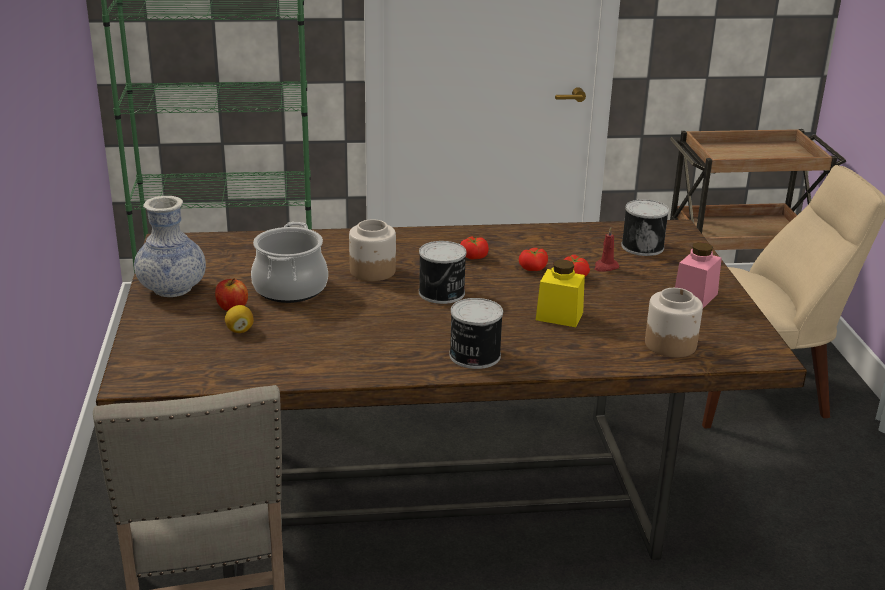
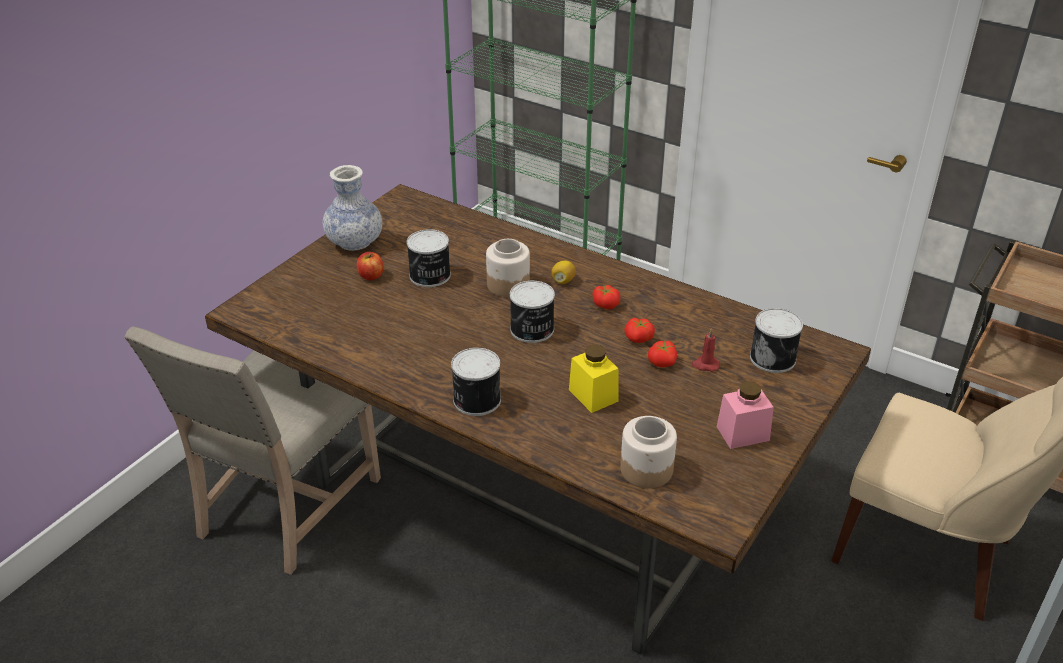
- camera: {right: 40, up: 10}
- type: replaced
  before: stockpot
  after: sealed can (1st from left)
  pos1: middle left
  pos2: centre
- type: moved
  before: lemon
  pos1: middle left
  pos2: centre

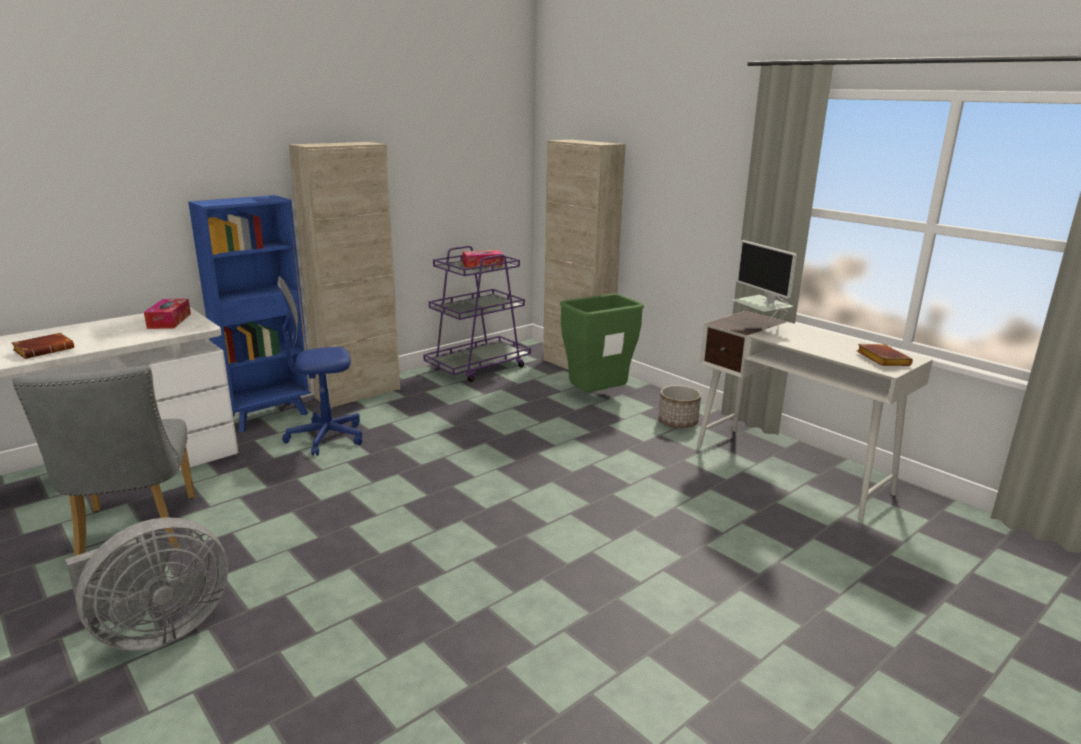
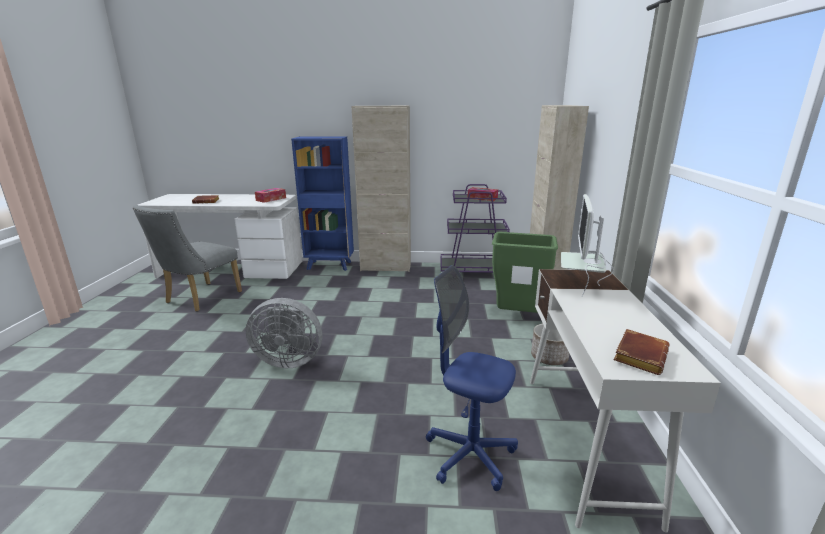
- camera: {right: 45, up: 0}
- type: moved
  before: desk chair/blue
  pos1: middle left
  pos2: bottom centre
- type: moved
  before: cooling fan/grey
  pos1: bottom left
  pos2: centre

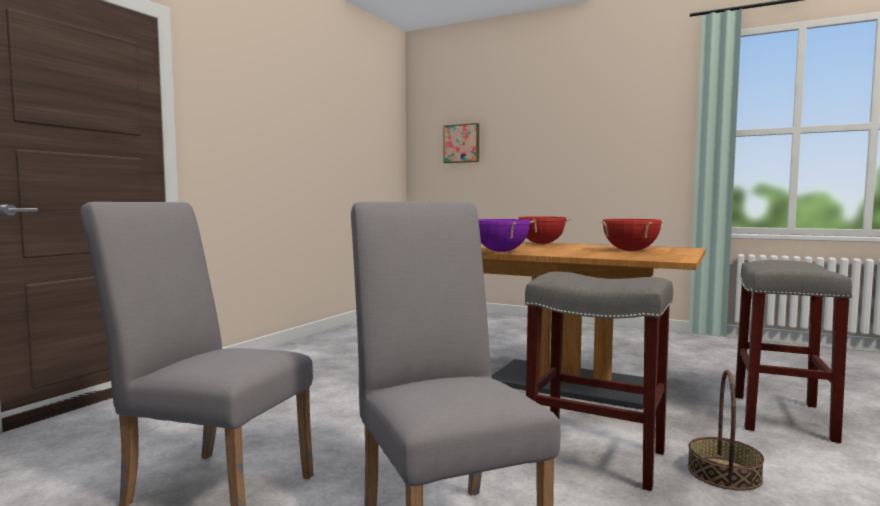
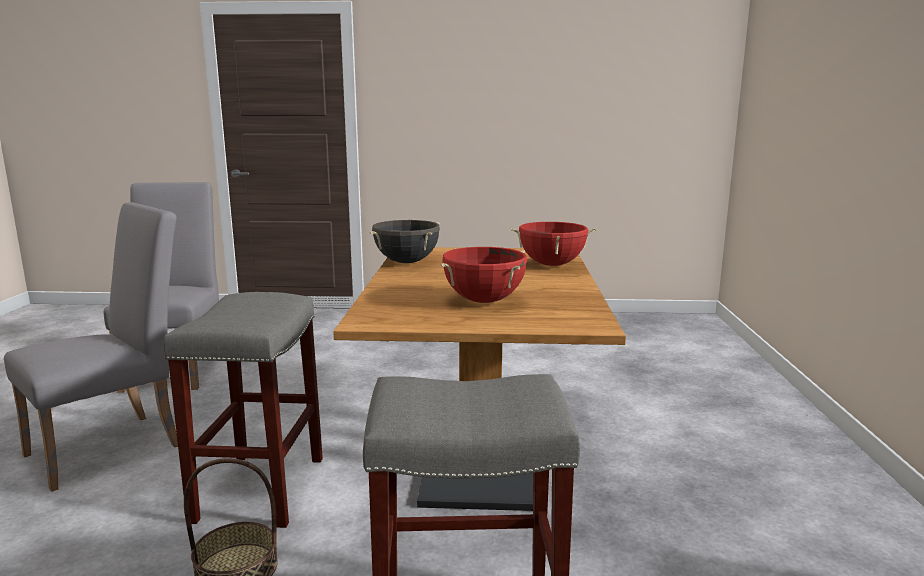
- camera: {right: 65, up: 10}
- type: removed
  before: wall art
  pos1: top centre
- type: recoloured
  before: stockpot/purple-coloured
  after: stockpot/black-coloured
  pos1: centre
  pos2: centre

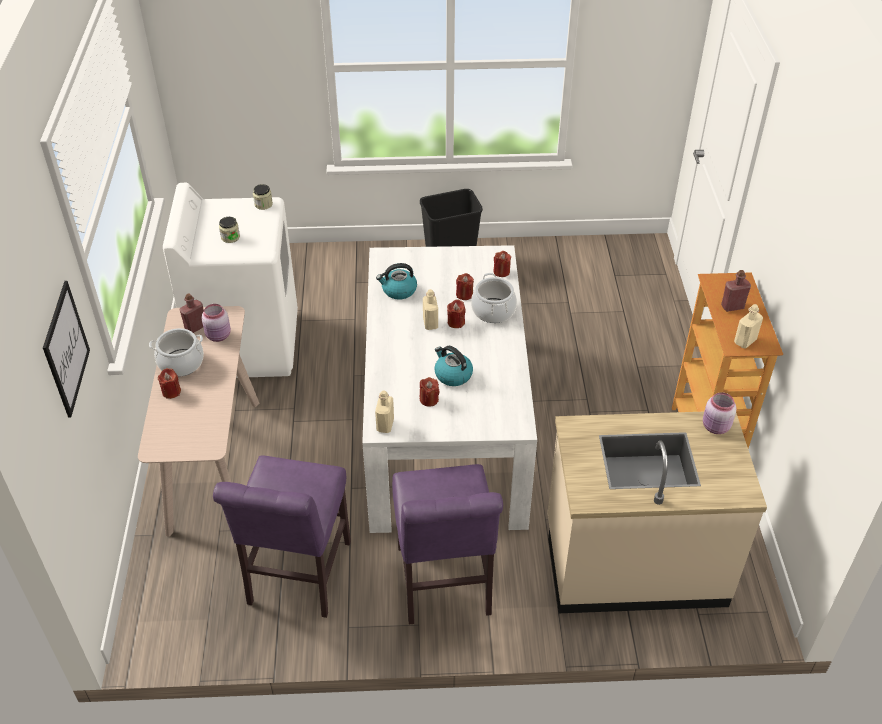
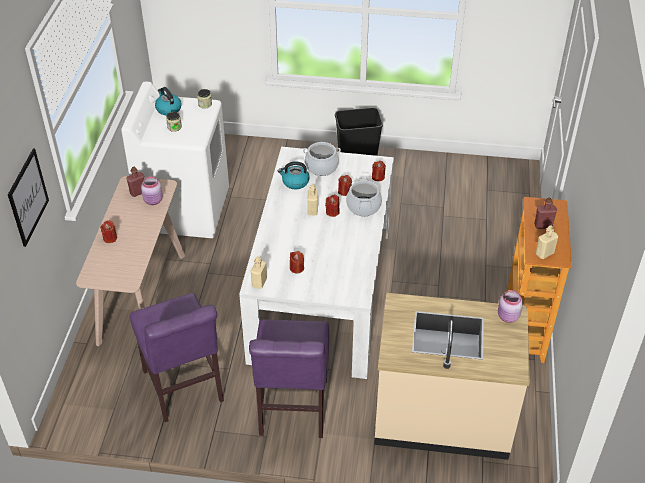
- camera: {right: 10, up: 0}
- type: moved
  before: stockpot (1st from left)
  pos1: middle left
  pos2: top centre
- type: moved
  before: water kettle (2nd from left in the first image)
  after: water kettle (1st from left)
  pos1: centre
  pos2: top left
- type: turned
  before: upright chair/purple-coloured (1st from left)
  pos1: bottom left
  pos2: bottom left
  turn: -45

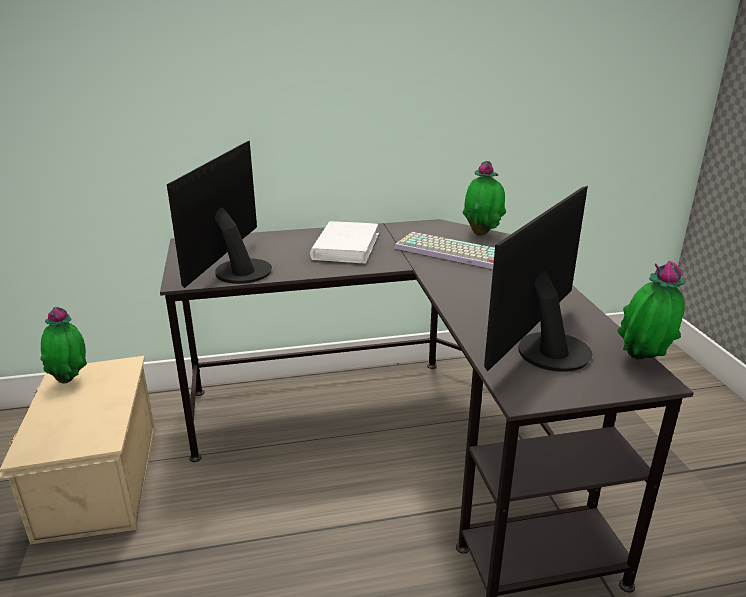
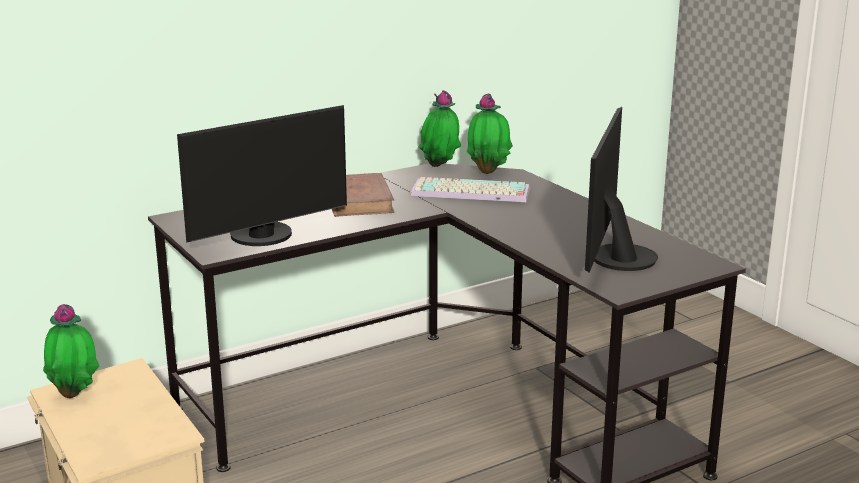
- camera: {right: -20, up: -5}
- type: turned
  before: computer screen (1st from left)
  pos1: middle left
  pos2: middle left
  turn: -120
- type: recoloured
  before: volume/whitish
  after: volume/brown
  pos1: centre
  pos2: centre
- type: moved
  before: houseplant (3rd from left in the first image)
  after: houseplant (2nd from left)
  pos1: middle right
  pos2: top centre

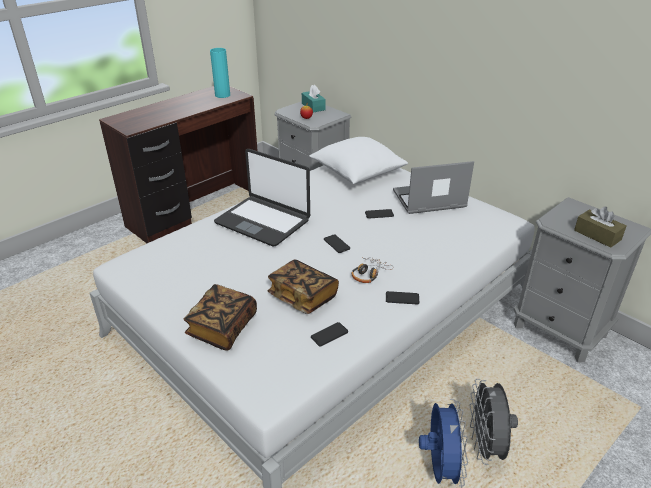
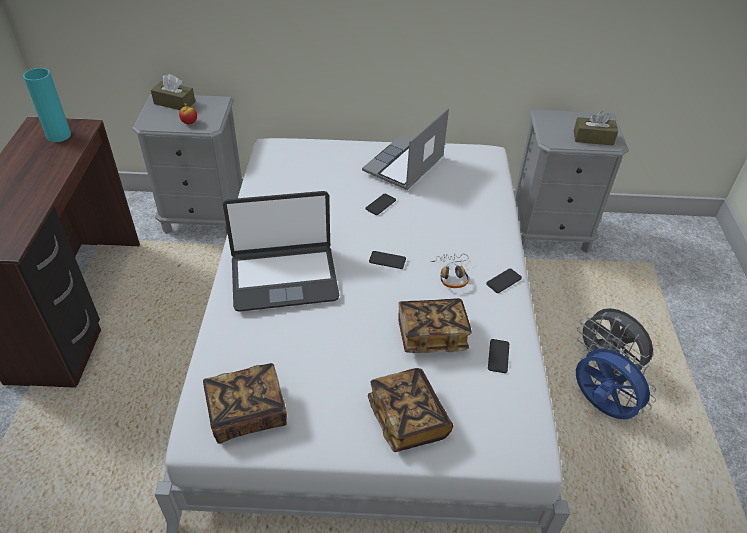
- camera: {right: -45, up: 10}
- type: recoloured
  before: tissue holder/turquoise
  after: tissue holder/brown (1st from left)
  pos1: top centre
  pos2: top left
- type: removed
  before: cushion/whitish
  pos1: top centre
- type: added
  after: volume (1st from left)
  pos2: bottom left

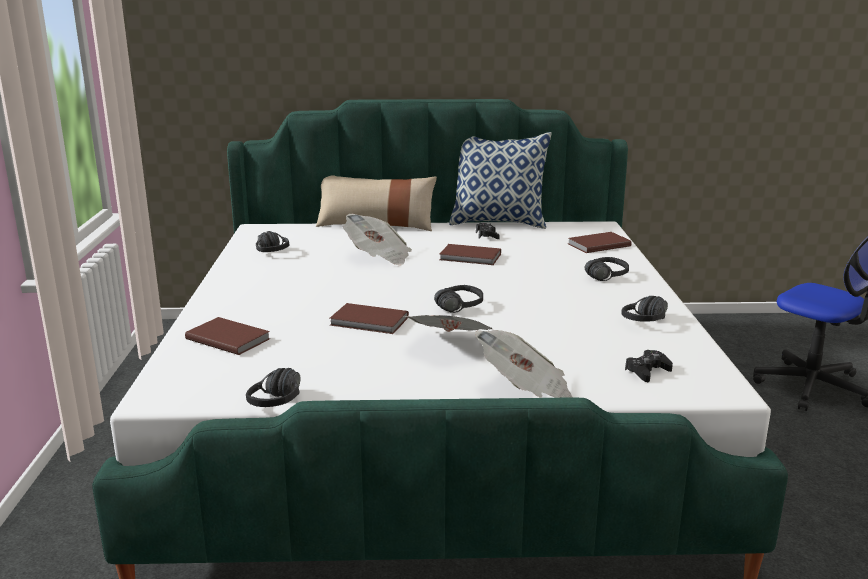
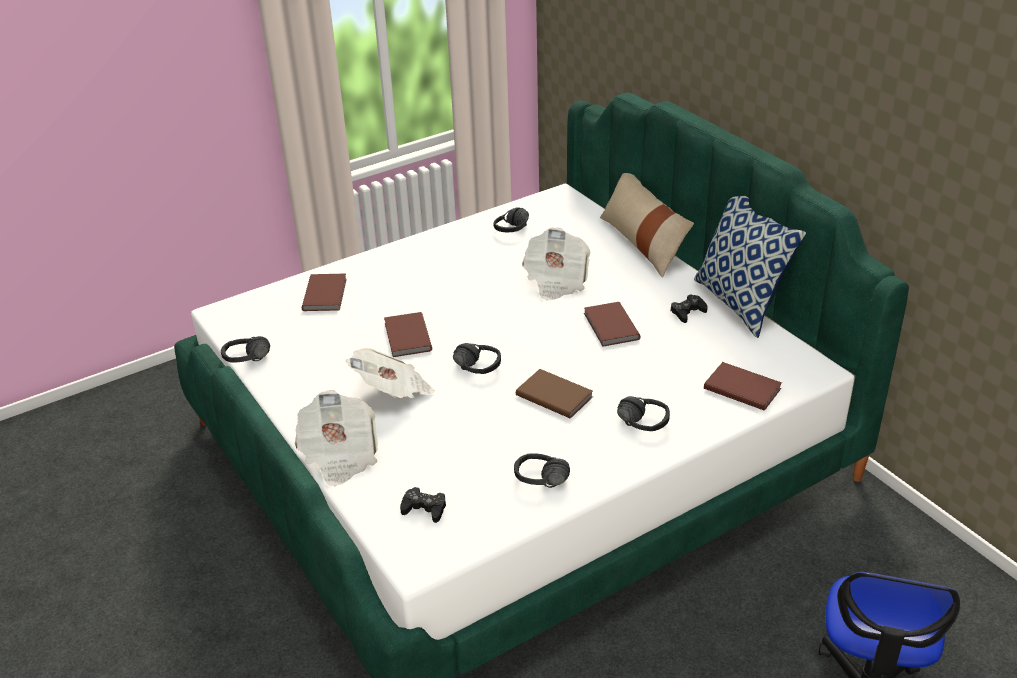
- camera: {right: 60, up: 15}
- type: added
  after: volume/brown (3rd from left)
  pos2: centre

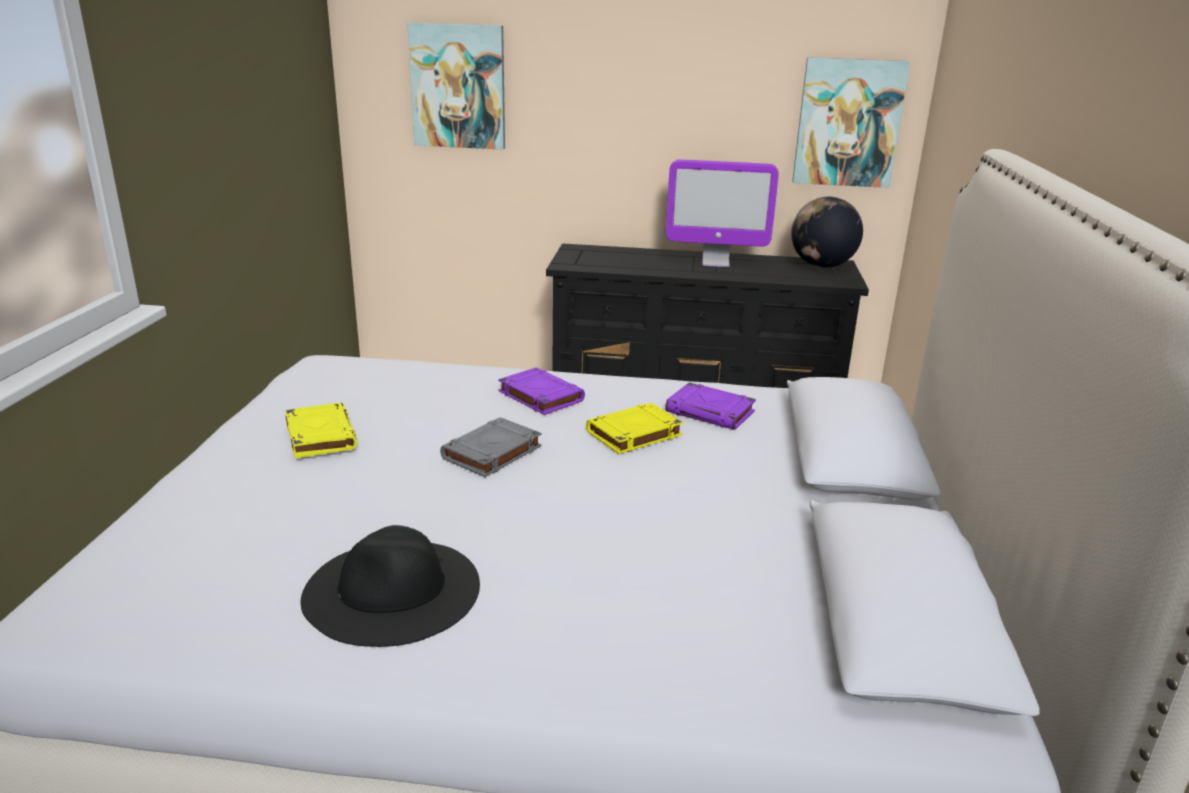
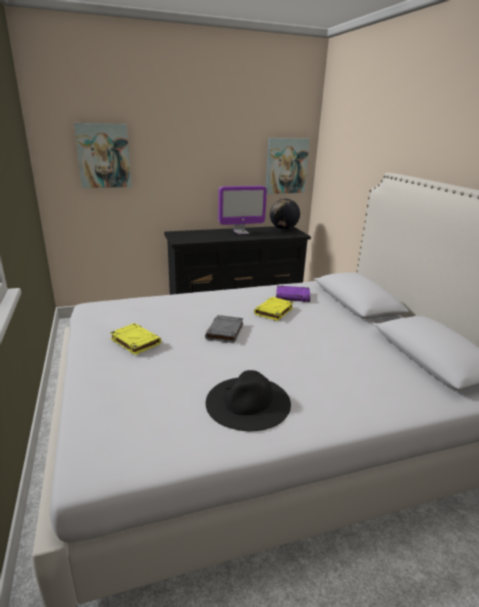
- camera: {right: -25, up: 0}
- type: removed
  before: volume/purple-coloured (1st from left)
  pos1: centre

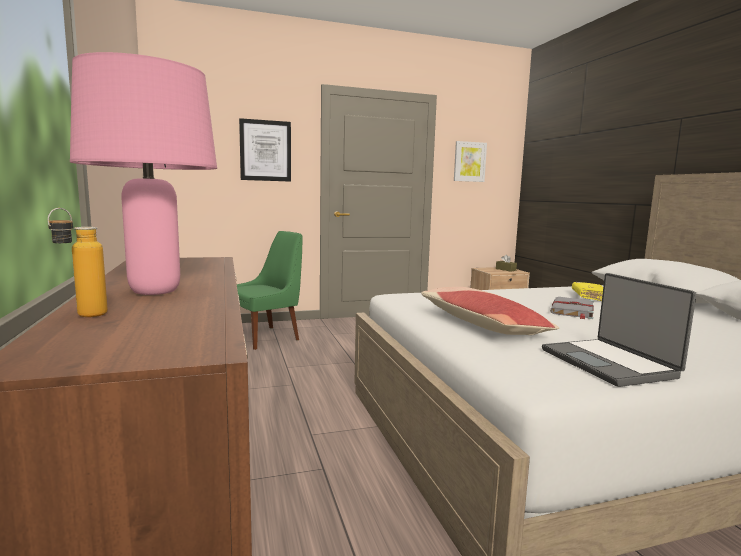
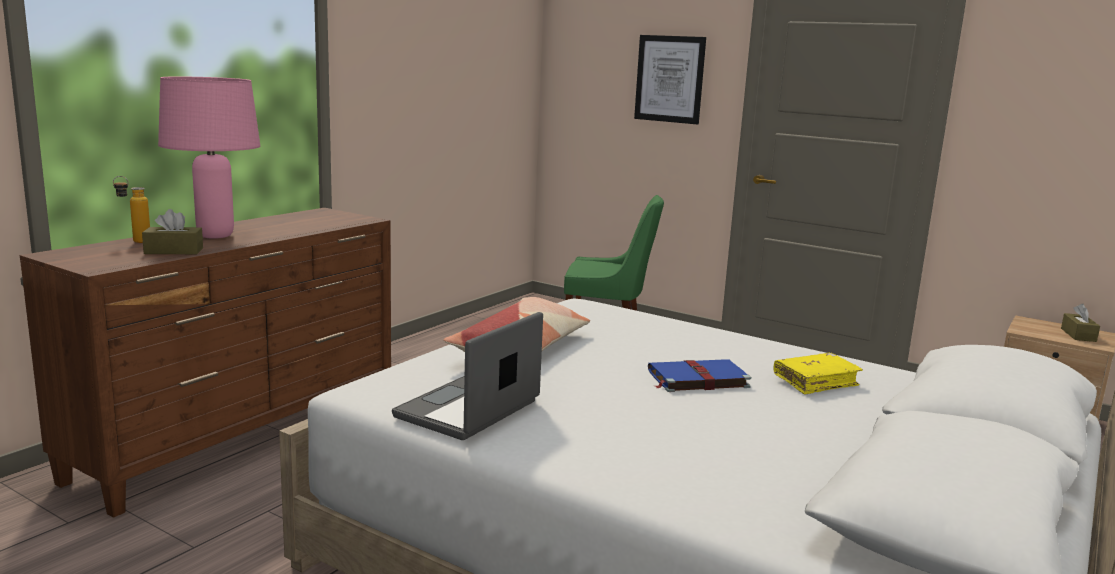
- camera: {right: 50, up: 5}
- type: removed
  before: wall art (2nd from left)
  pos1: top centre
- type: recoloured
  before: volume/grey
  after: volume/blue
  pos1: middle right
  pos2: centre
- type: added
  after: tissue holder/brown (1st from left)
  pos2: middle left

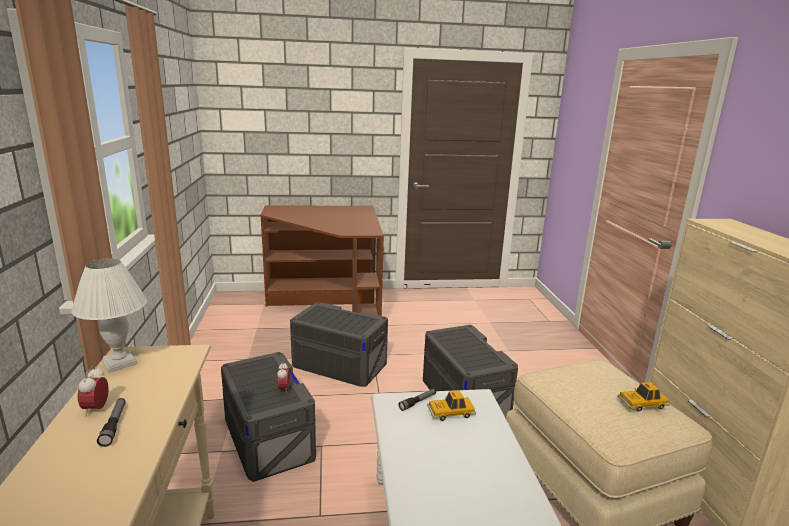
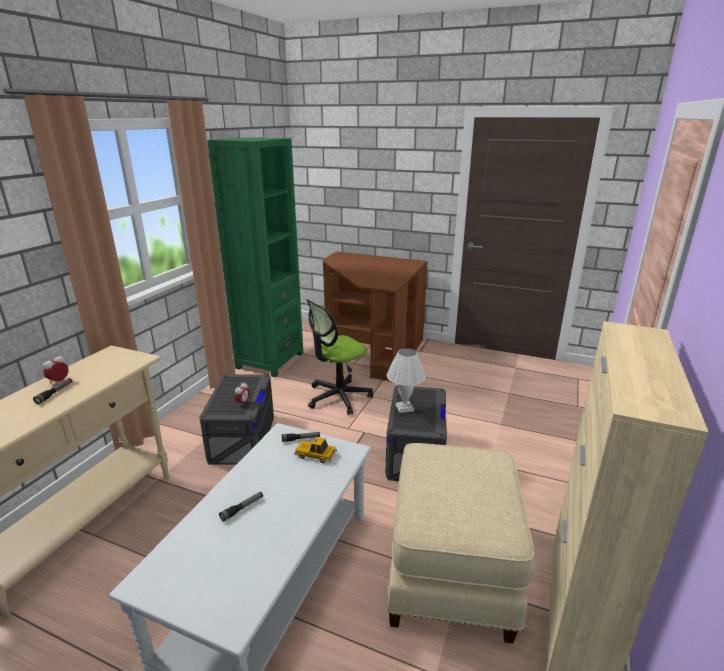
- camera: {right: 30, up: 5}
- type: moved
  before: table lamp/whitish
  pos1: middle left
  pos2: centre
- type: replaced
  before: storage box/grey (2nd from left)
  after: desk chair
  pos1: centre
  pos2: centre
- type: removed
  before: toy car (2nd from left)
  pos1: bottom right
- type: added
  after: bookshelf/greenish
  pos2: centre
- type: added
  after: hand torch (2nd from left)
  pos2: bottom left

